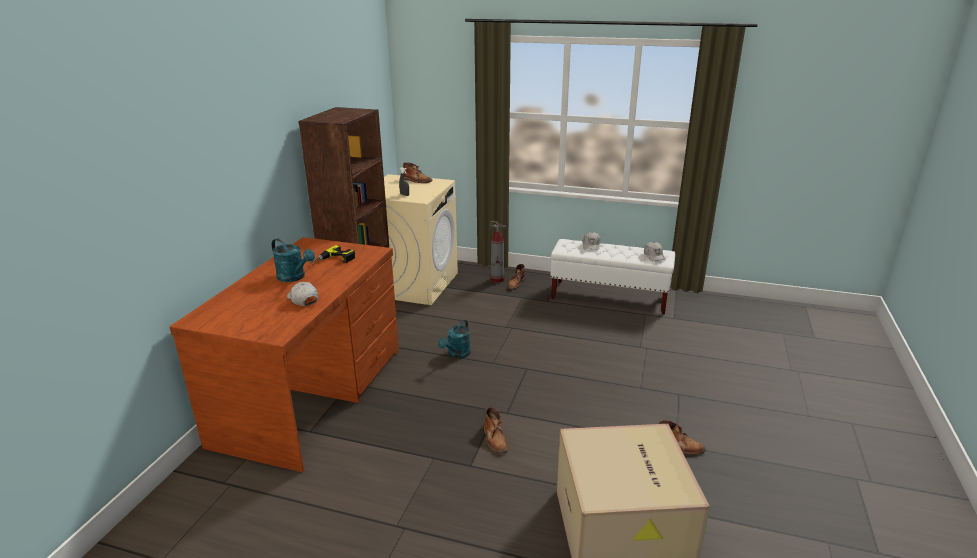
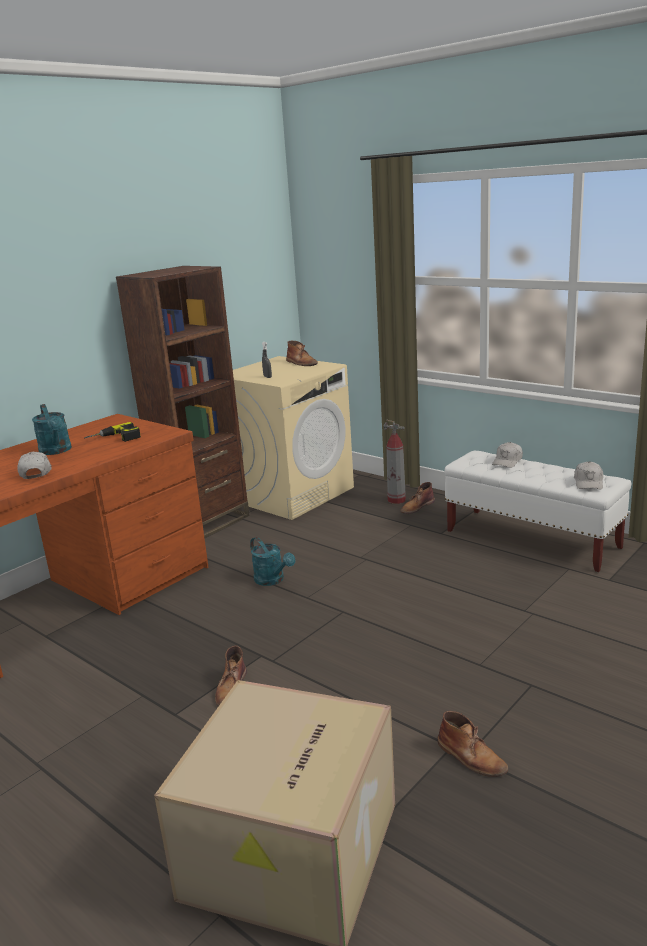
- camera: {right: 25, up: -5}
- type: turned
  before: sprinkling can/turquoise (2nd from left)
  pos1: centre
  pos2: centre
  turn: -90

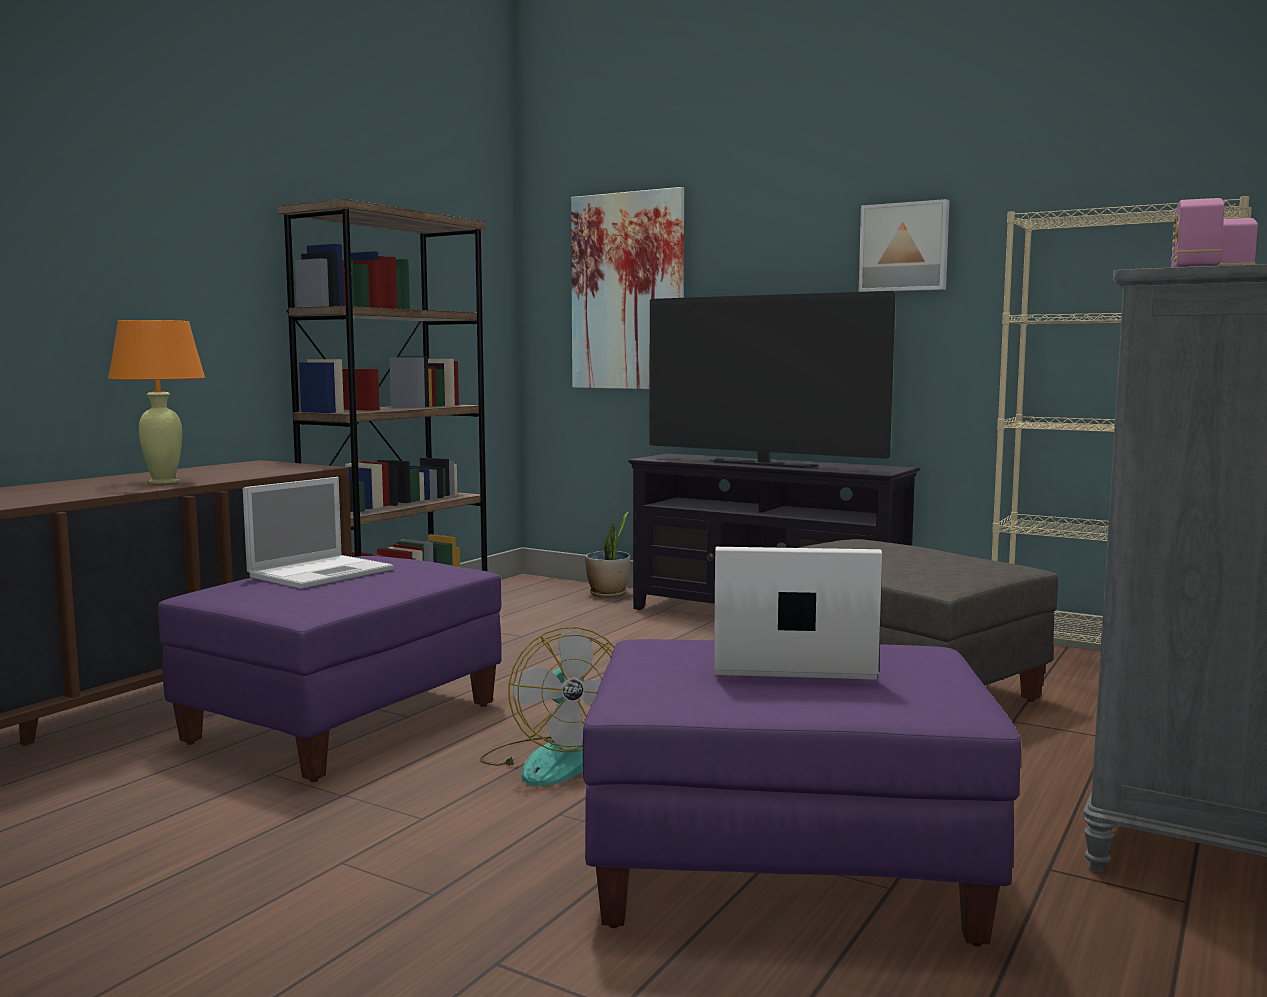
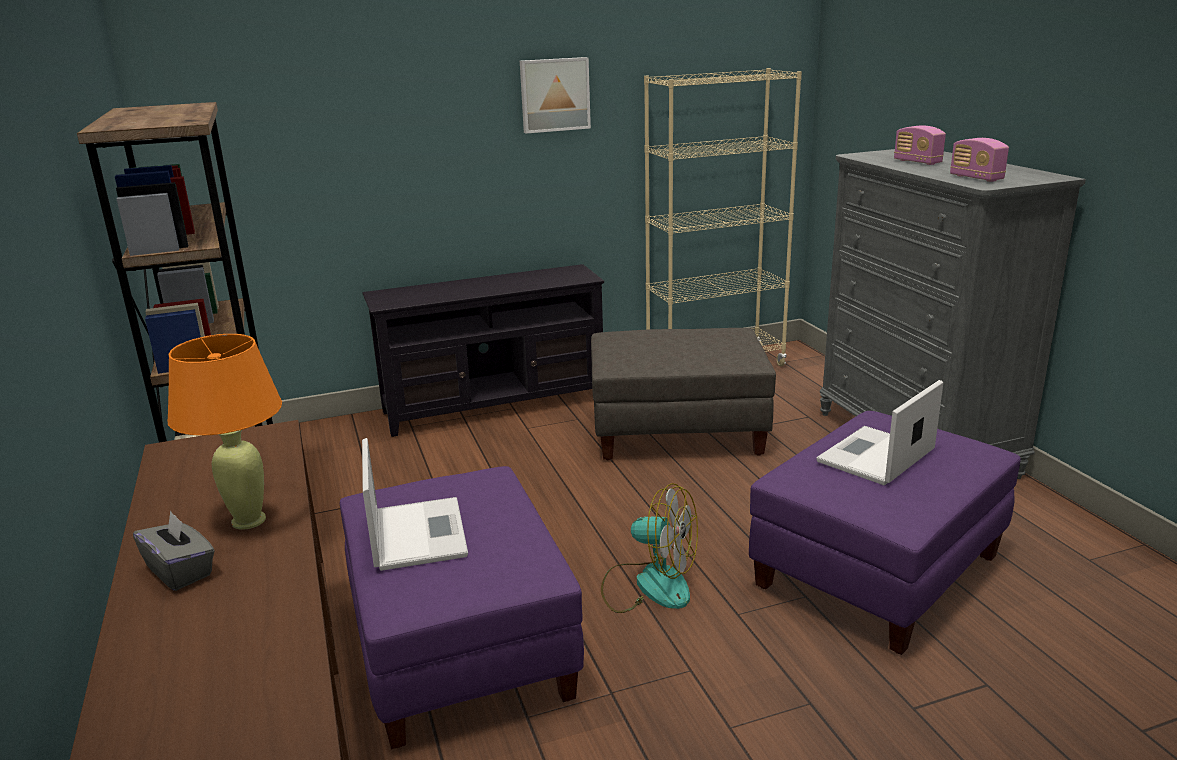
- camera: {right: -50, up: 15}
- type: removed
  before: wall art (1st from left)
  pos1: top centre
- type: removed
  before: TV set
  pos1: centre
- type: removed
  before: houseplant
  pos1: centre
- type: added
  after: tissue holder/grey
  pos2: bottom left

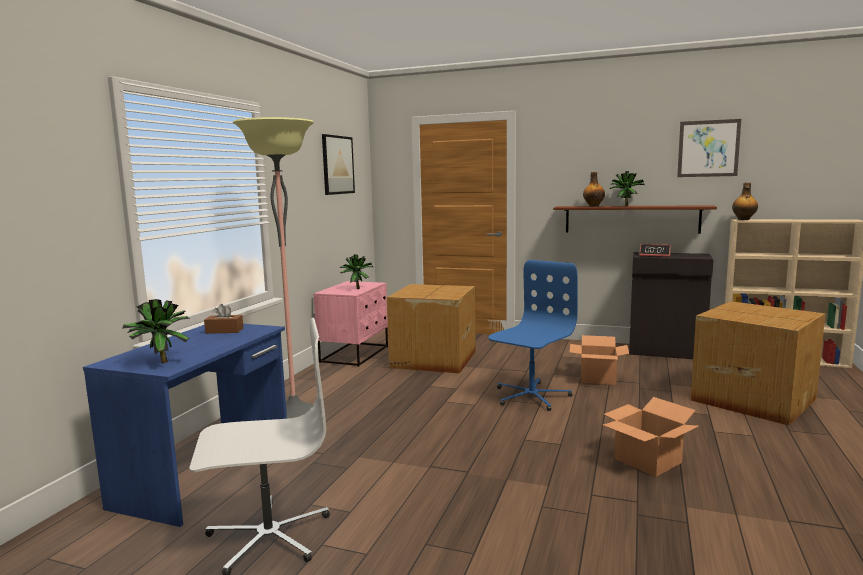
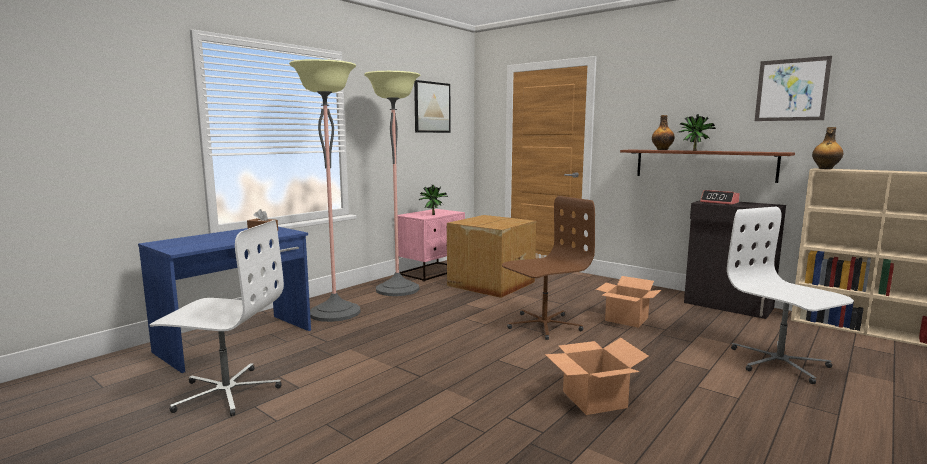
- camera: {right: 20, up: 0}
- type: recoloured
  before: desk chair/blue
  after: desk chair/brown
  pos1: centre
  pos2: centre
- type: removed
  before: houseplant (1st from left)
  pos1: middle left
- type: replaced
  before: carton (4th from left)
  after: desk chair/whitish (2nd from left)
  pos1: middle right
  pos2: middle right
- type: added
  after: floor lamp (2nd from left)
  pos2: centre

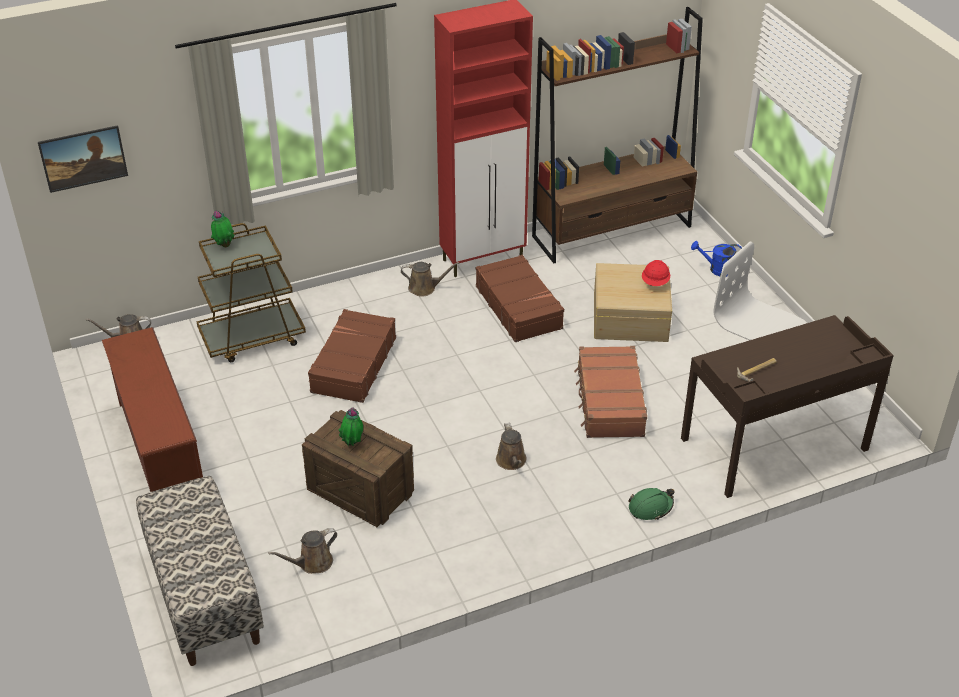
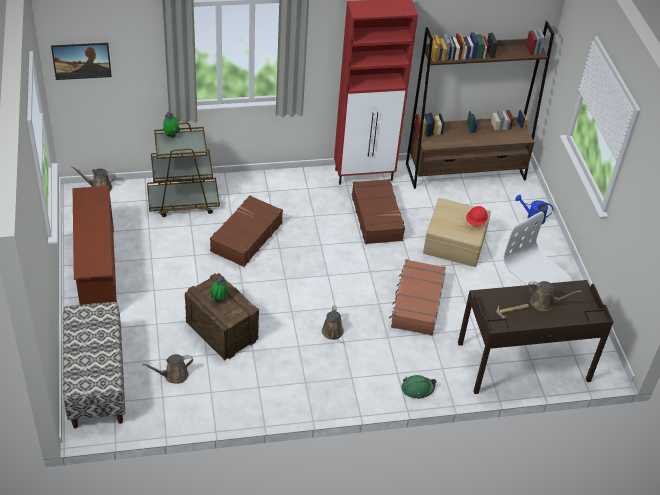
- camera: {right: 10, up: 5}
- type: moved
  before: sprinkling can/brown (3rd from left in the first image)
  after: sprinkling can/brown (4th from left)
  pos1: centre
  pos2: middle right

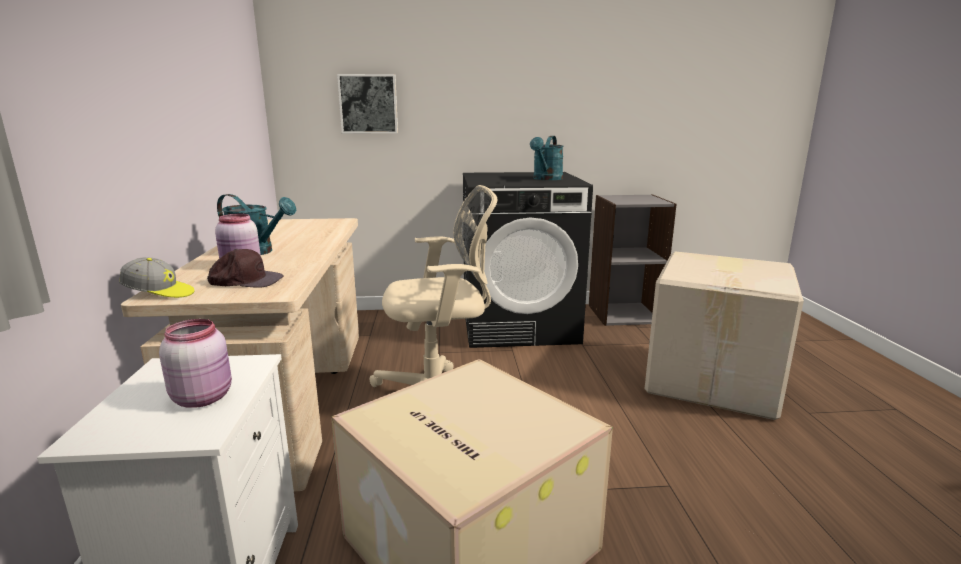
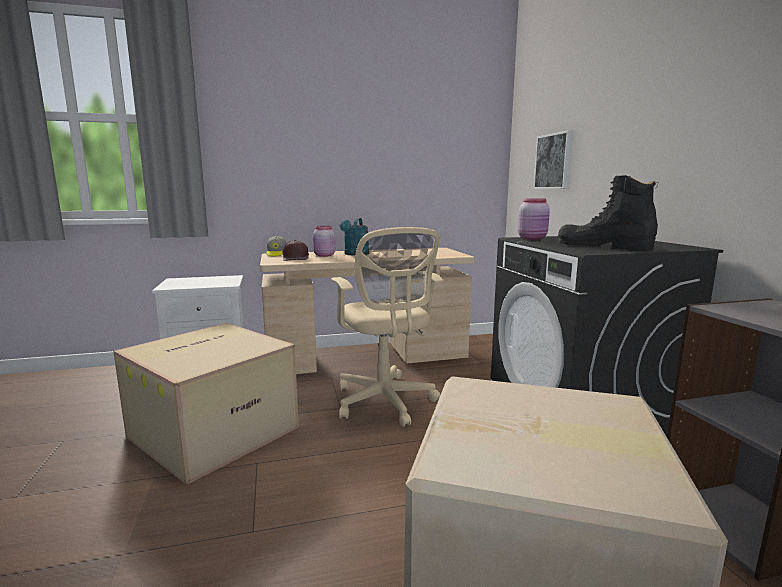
- camera: {right: 80, up: -5}
- type: replaced
  before: sprinkling can/turquoise (2nd from left)
  after: boot/black-coloured
  pos1: top centre
  pos2: middle right
- type: moved
  before: jar/pinkish (1st from left in the first image)
  after: jar/pinkish (2nd from left)
  pos1: middle left
  pos2: middle right

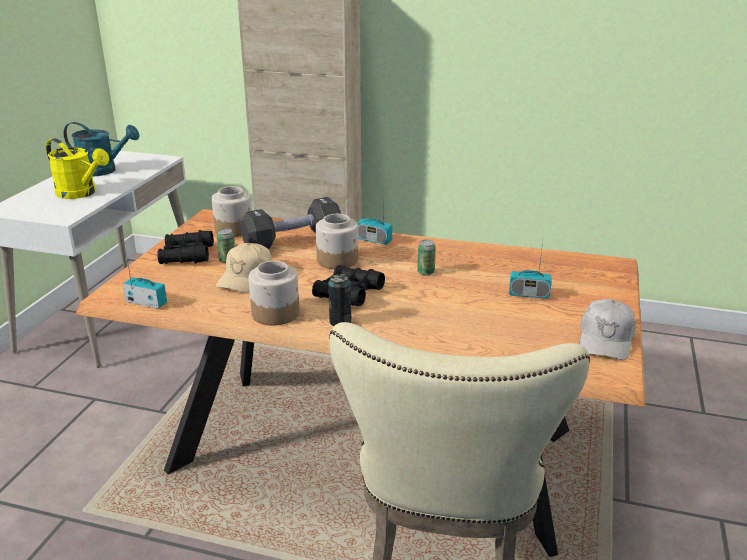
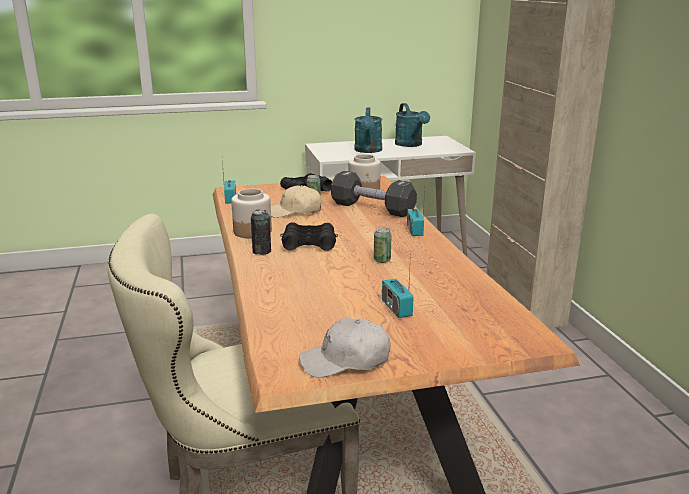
- camera: {right: 60, up: -5}
- type: recoloured
  before: sprinkling can/yellow-coloured
  after: sprinkling can/turquoise (1st from left)
  pos1: top left
  pos2: top centre
- type: removed
  before: jar (3rd from left)
  pos1: centre

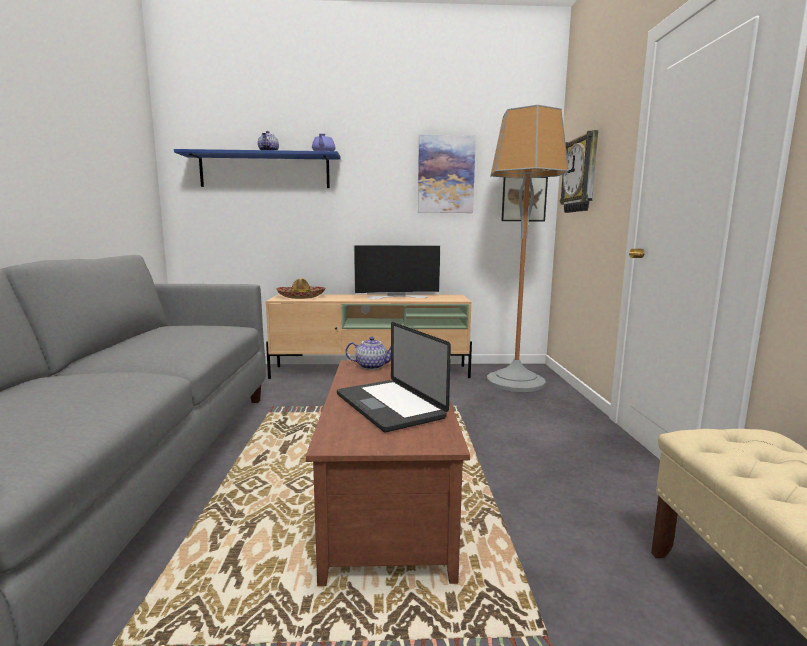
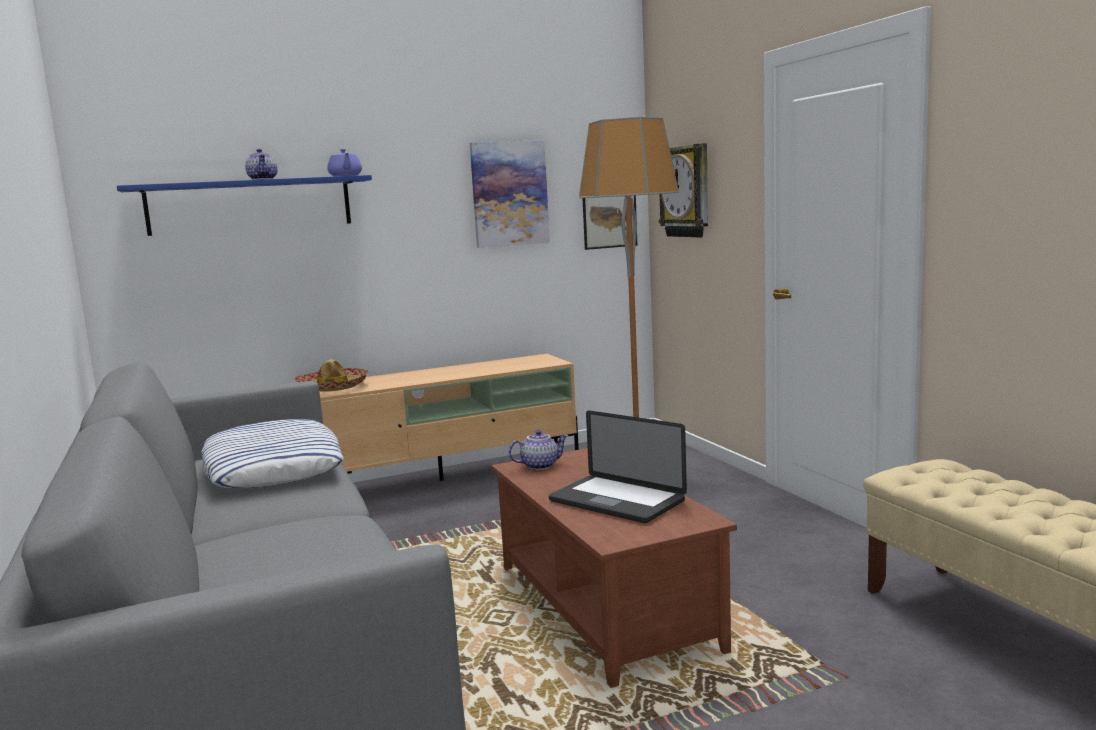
- camera: {right: -20, up: 0}
- type: removed
  before: TV set
  pos1: centre
- type: added
  after: cushion
  pos2: middle left

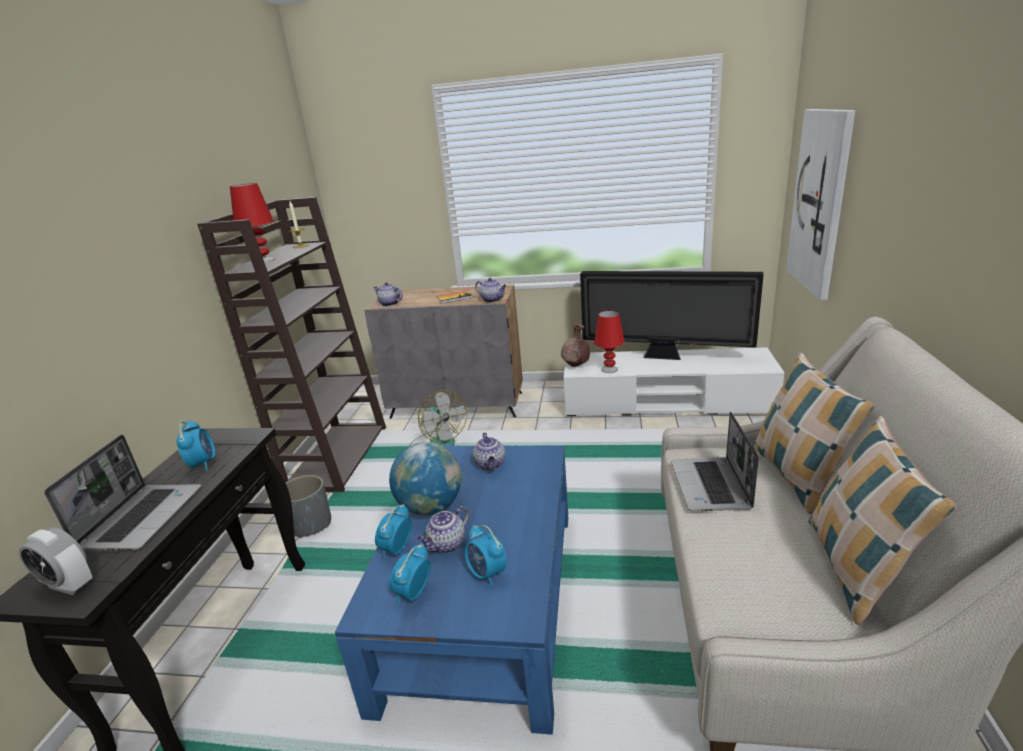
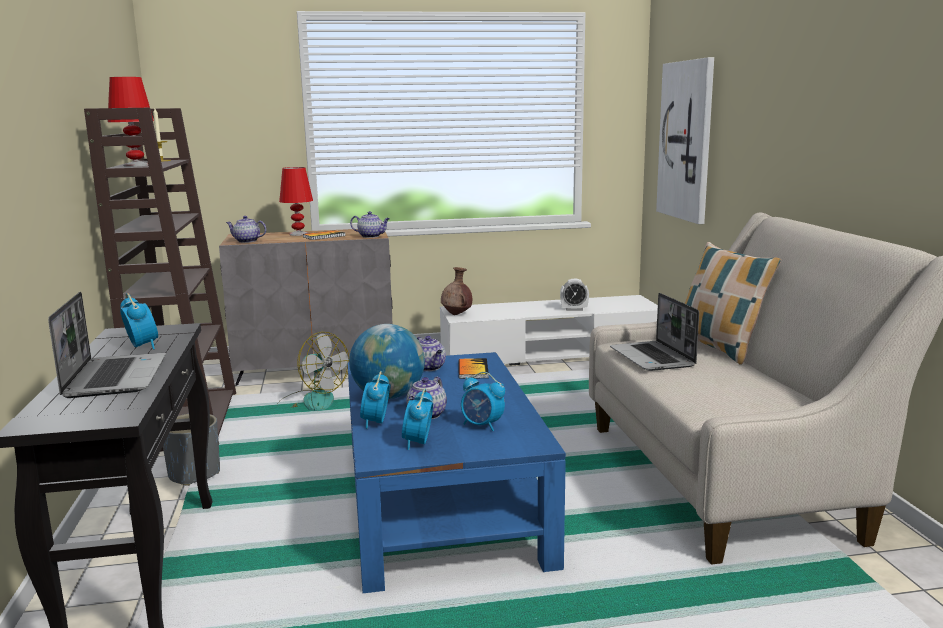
- camera: {right: -20, up: -10}
- type: removed
  before: TV set
  pos1: centre
- type: moved
  before: table lamp/red-coloured (2nd from left)
  pos1: centre
  pos2: top left
- type: removed
  before: cushion (2nd from left)
  pos1: bottom right
- type: moved
  before: bedside clock (1st from left in the first image)
  after: bedside clock (5th from left)
  pos1: bottom left
  pos2: centre
- type: added
  after: volume (2nd from left)
  pos2: centre

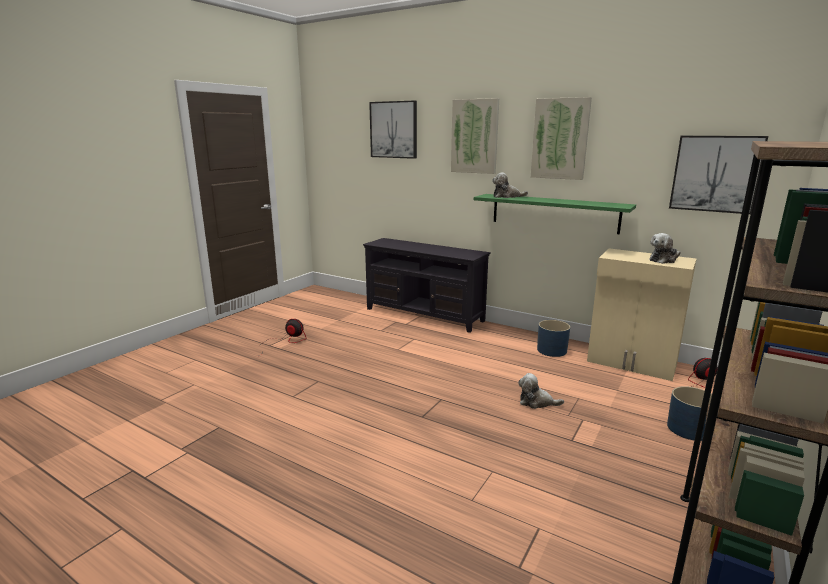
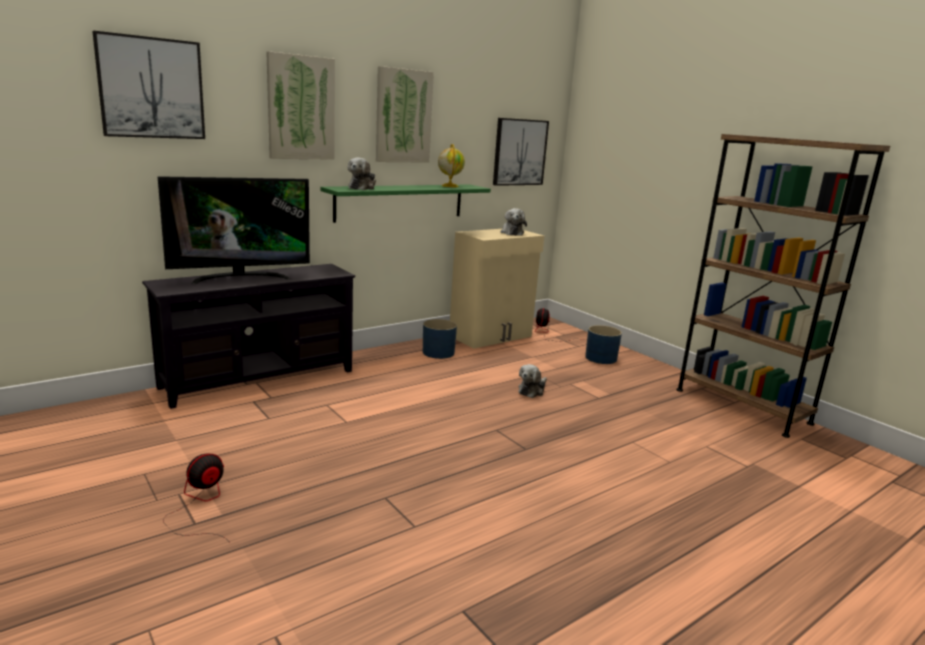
- camera: {right: -70, up: 0}
- type: added
  after: world globe
  pos2: top centre
- type: added
  after: TV set
  pos2: middle left

